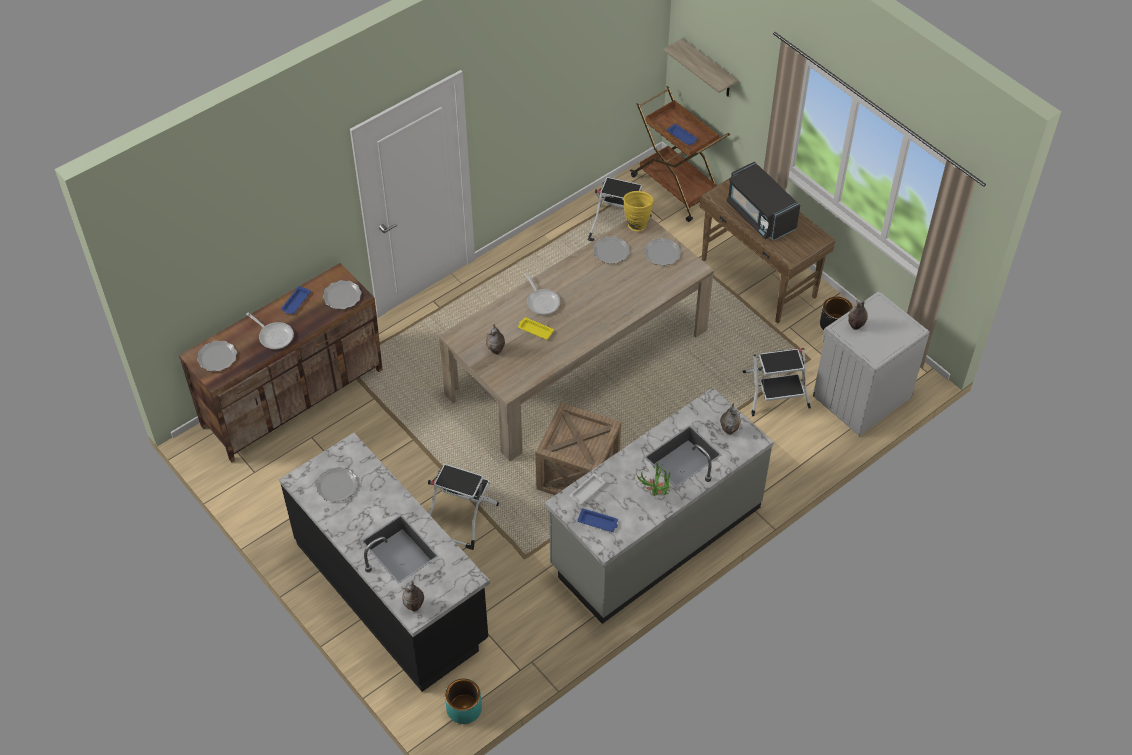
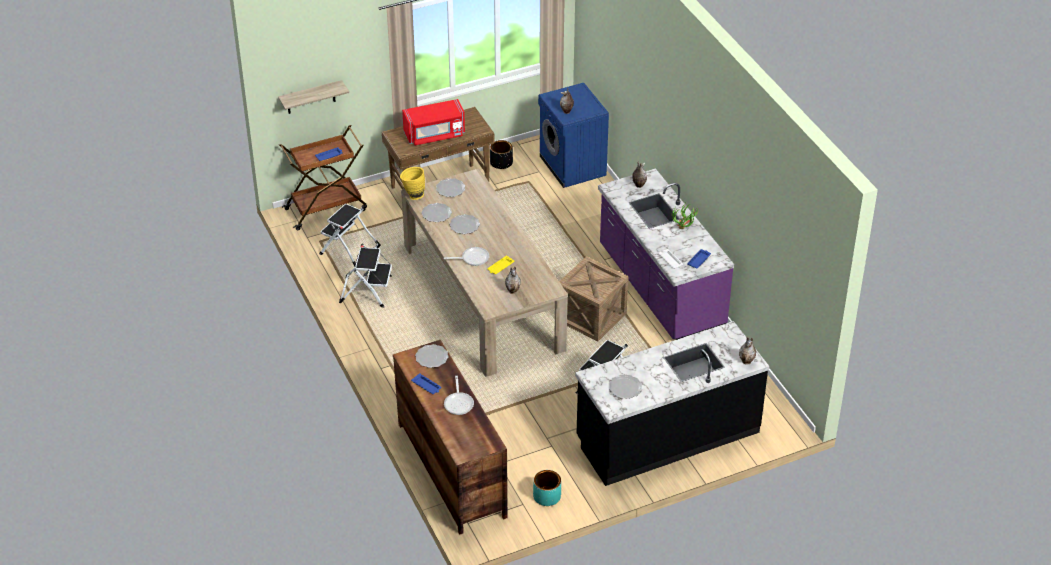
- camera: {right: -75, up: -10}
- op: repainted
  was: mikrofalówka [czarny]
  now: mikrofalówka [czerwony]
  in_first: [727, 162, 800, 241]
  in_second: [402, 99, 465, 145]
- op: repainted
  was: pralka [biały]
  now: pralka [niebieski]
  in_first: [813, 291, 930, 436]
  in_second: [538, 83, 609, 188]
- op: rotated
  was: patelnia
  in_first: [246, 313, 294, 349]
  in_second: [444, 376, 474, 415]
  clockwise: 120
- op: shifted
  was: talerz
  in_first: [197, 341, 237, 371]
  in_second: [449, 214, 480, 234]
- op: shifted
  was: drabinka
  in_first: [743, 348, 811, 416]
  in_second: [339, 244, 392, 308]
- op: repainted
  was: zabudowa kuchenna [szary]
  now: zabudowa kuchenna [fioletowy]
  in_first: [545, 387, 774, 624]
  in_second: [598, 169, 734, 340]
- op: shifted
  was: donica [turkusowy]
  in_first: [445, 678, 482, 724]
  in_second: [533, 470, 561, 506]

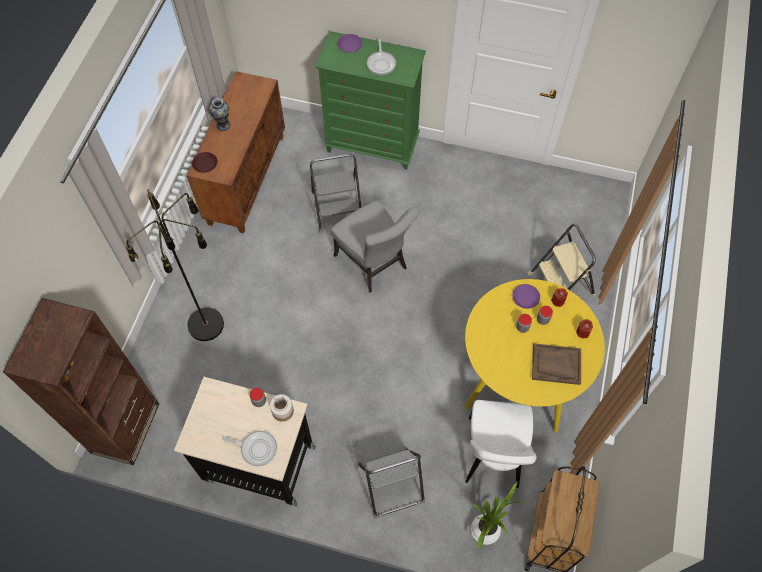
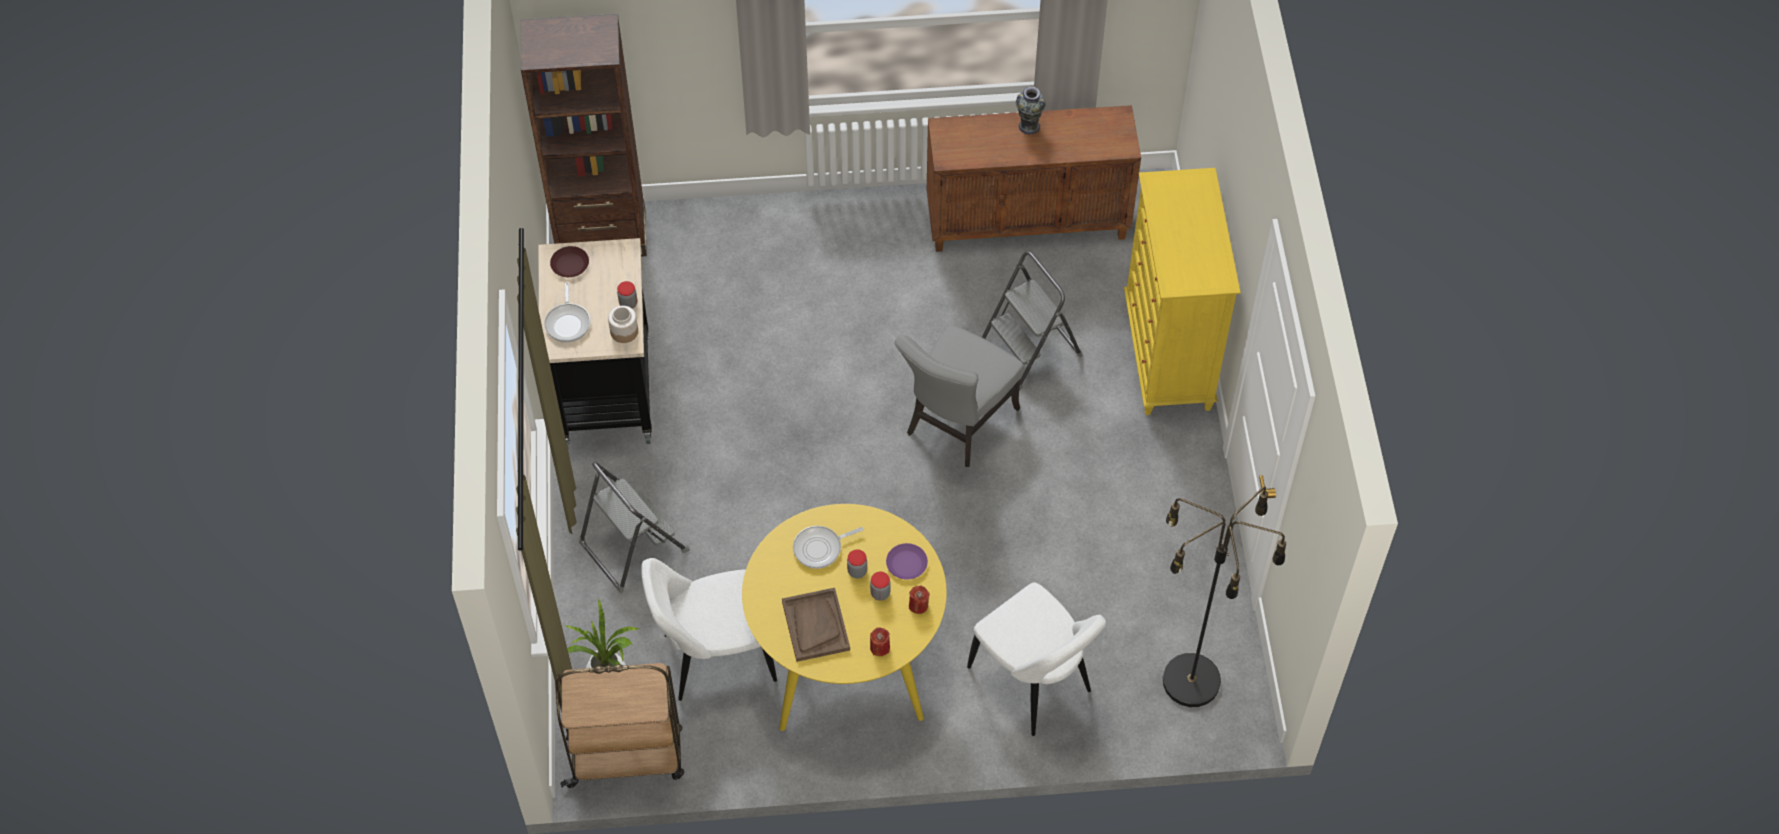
- camera: {right: 70, up: -5}
- op: repainted
  was: komoda [zielony]
  now: komoda [żółty]
  in_first: [315, 31, 426, 170]
  in_second: [1124, 168, 1241, 415]
- op: gone
  was: talerz [fioletowy]
  in_first: [337, 34, 362, 53]
- op: shifted
  was: patelnia
  in_first: [367, 39, 396, 75]
  in_second: [793, 526, 863, 569]
- op: shifted
  was: talerz [brązowy]
  in_first: [192, 152, 217, 173]
  in_second: [550, 246, 589, 277]
- op: shifted
  was: lampa stojąca
  in_first: [126, 189, 224, 341]
  in_second: [1163, 487, 1286, 707]
- op: swapped
  was: drabinka [beżowy]
  now: krzesło [biały]
  in_first: [528, 224, 596, 297]
  in_second: [967, 582, 1106, 736]

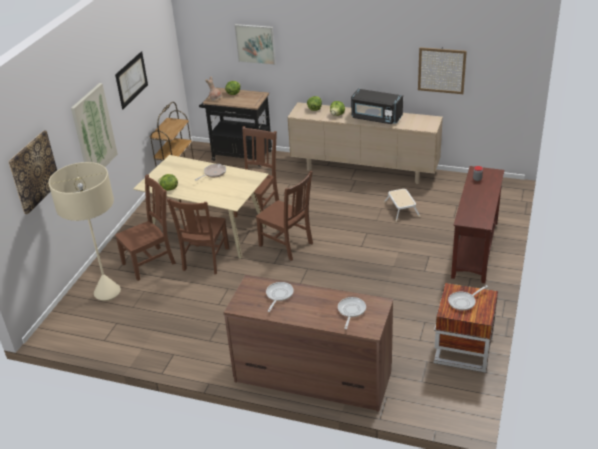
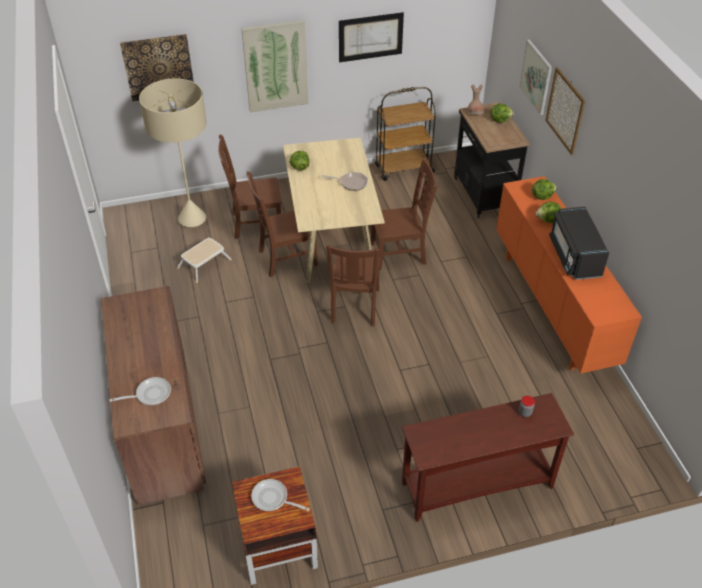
- camera: {right: 55, up: 10}
- op: shifted
  was: obraz
  in_first: [418, 47, 467, 94]
  in_second: [545, 67, 585, 155]
- op: repainted
  was: szafka [beżowy]
  now: szafka [pomarańczowy]
  in_first: [288, 102, 443, 184]
  in_second: [496, 176, 642, 374]
- op: rotated
  was: krzesło [brązowy]
  in_first: [115, 174, 176, 281]
  in_second: [218, 135, 281, 239]
  clockwise: 150
- op: shifted
  was: drabinka [beżowy]
  in_first: [384, 189, 421, 222]
  in_second: [177, 238, 232, 283]
- op: gone
  was: patelnia
  in_first: [266, 282, 294, 312]

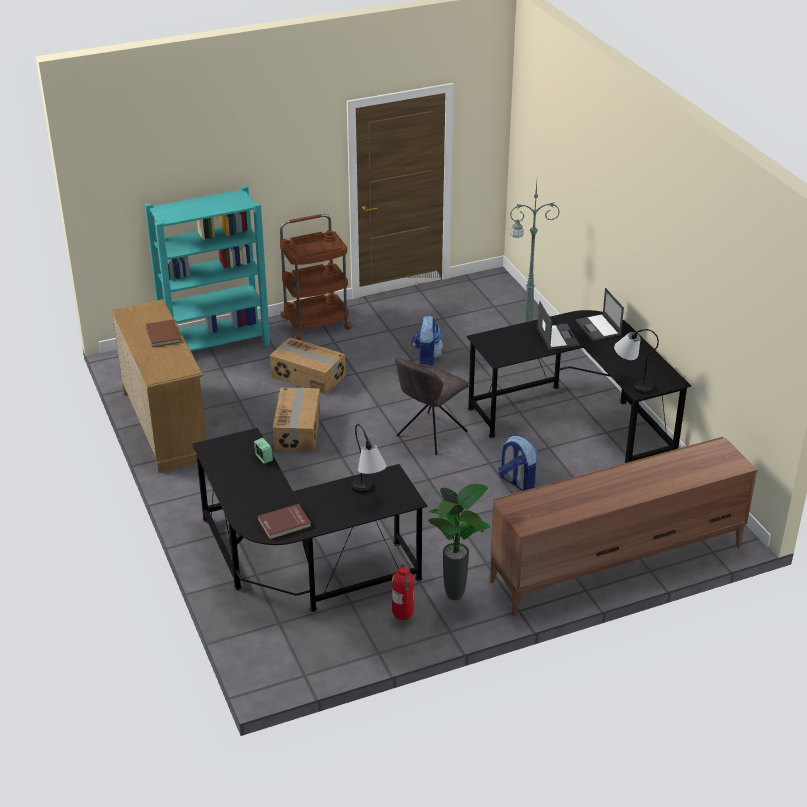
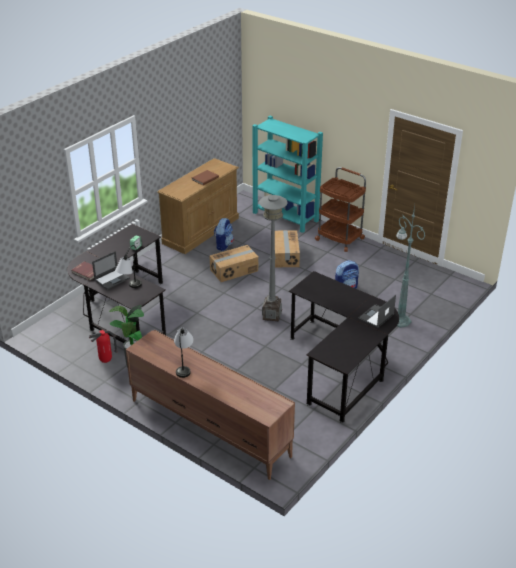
- camera: {right: 60, up: 0}
- op: shifted
  was: laptop
  in_first: [537, 301, 580, 350]
  in_second: [92, 251, 130, 290]
- op: shifted
  was: lampa stołowa
  in_first: [614, 329, 659, 394]
  in_second: [174, 328, 194, 378]
- op: swapped
  was: krzesło [szary]
  now: lampa stojąca [szary]
  in_first: [395, 357, 470, 455]
  in_second: [259, 195, 288, 321]
- op: shifted
  was: plecak
  in_first: [498, 436, 537, 491]
  in_second: [214, 218, 234, 251]

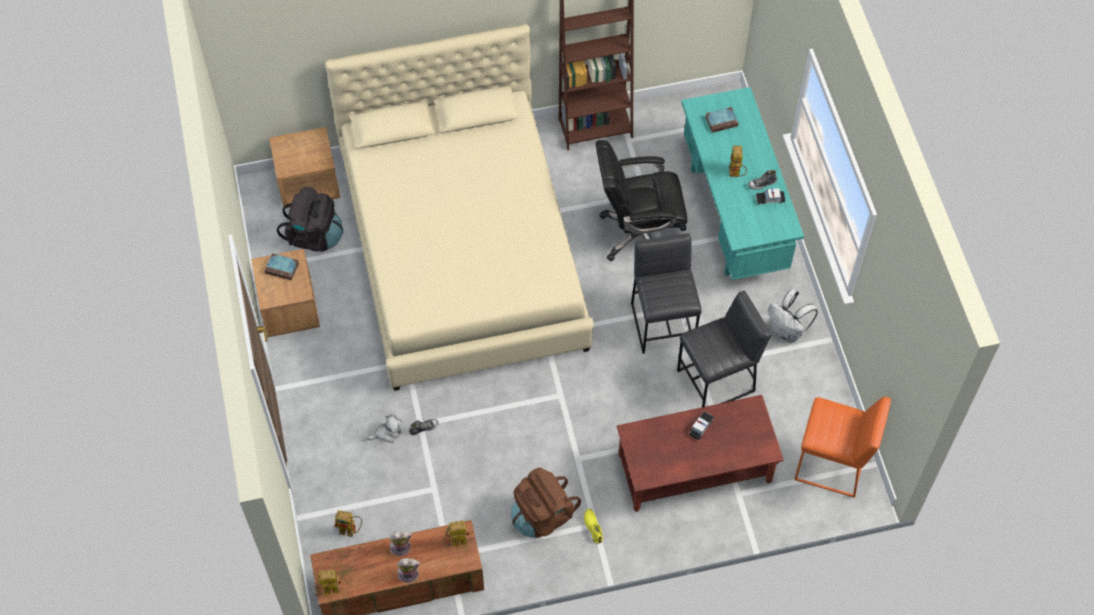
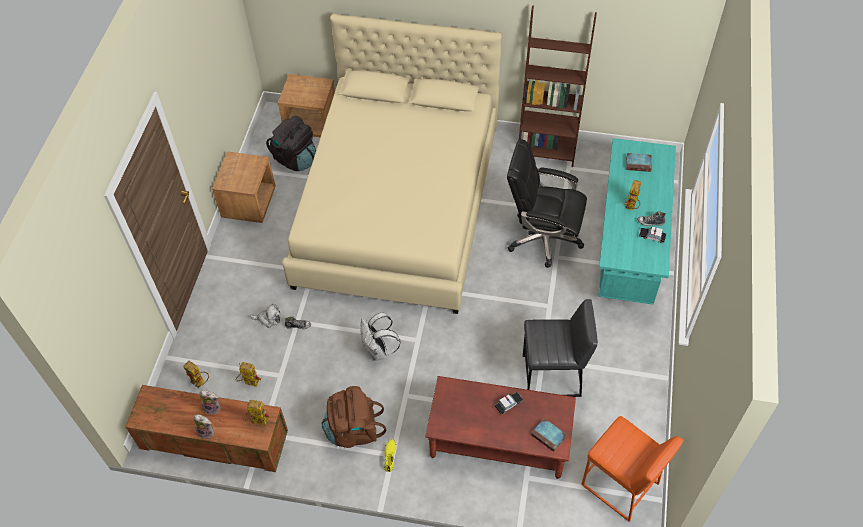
- camera: {right: 25, up: -5}
- op: gone
  was: stołek [szary]
  in_first: [631, 233, 702, 354]
- op: shifted
  was: książka
  in_first: [264, 253, 299, 280]
  in_second: [531, 418, 567, 452]
- op: shifted
  was: plecak [biały]
  in_first: [768, 289, 818, 343]
  in_second: [361, 313, 401, 361]
- op: shifted
  was: robot zabawkowy
  in_first: [314, 570, 343, 596]
  in_second: [235, 362, 261, 387]

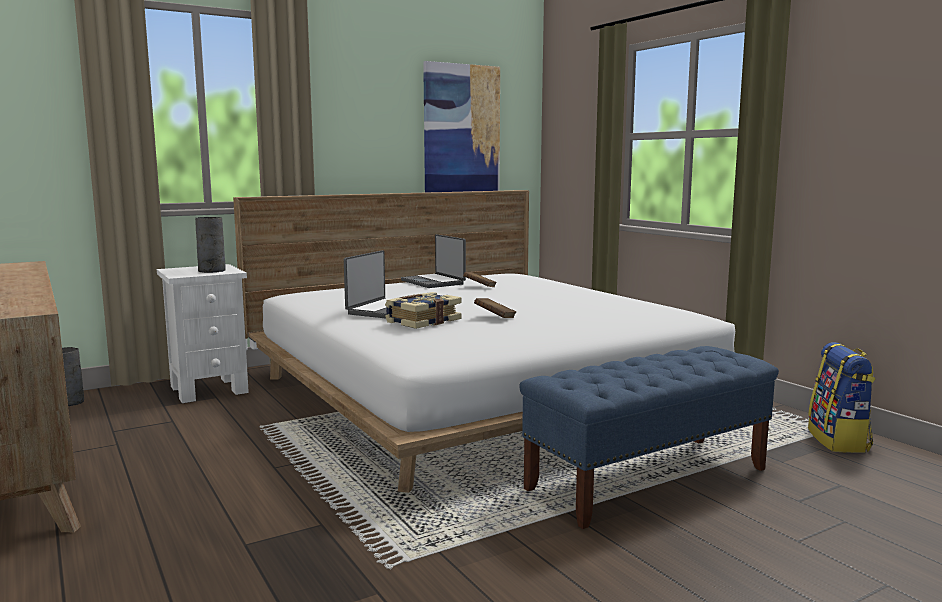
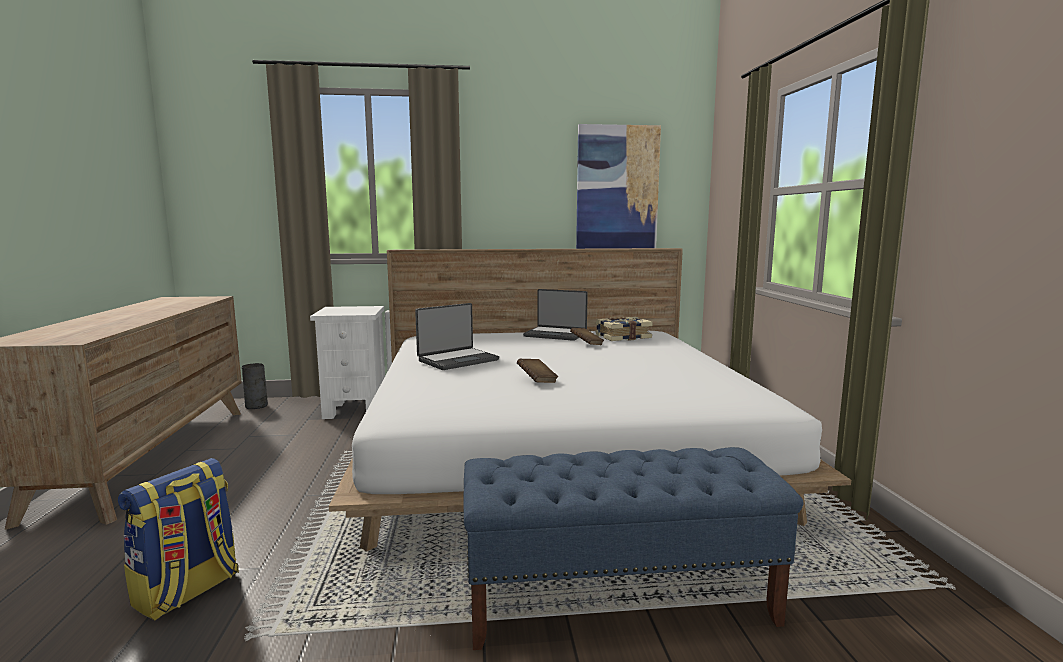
- camera: {right: 25, up: 0}
- op: gone
  was: wazon [szary]
  in_first: [195, 217, 226, 273]
- op: rotated
  was: laptop
  in_first: [401, 234, 466, 288]
  in_second: [523, 289, 588, 341]
  clockwise: -60
- op: shifted
  was: książka
  in_first: [385, 292, 462, 329]
  in_second: [596, 317, 653, 341]
- op: shifted
  was: plecak
  in_first: [808, 342, 876, 453]
  in_second: [118, 458, 239, 621]

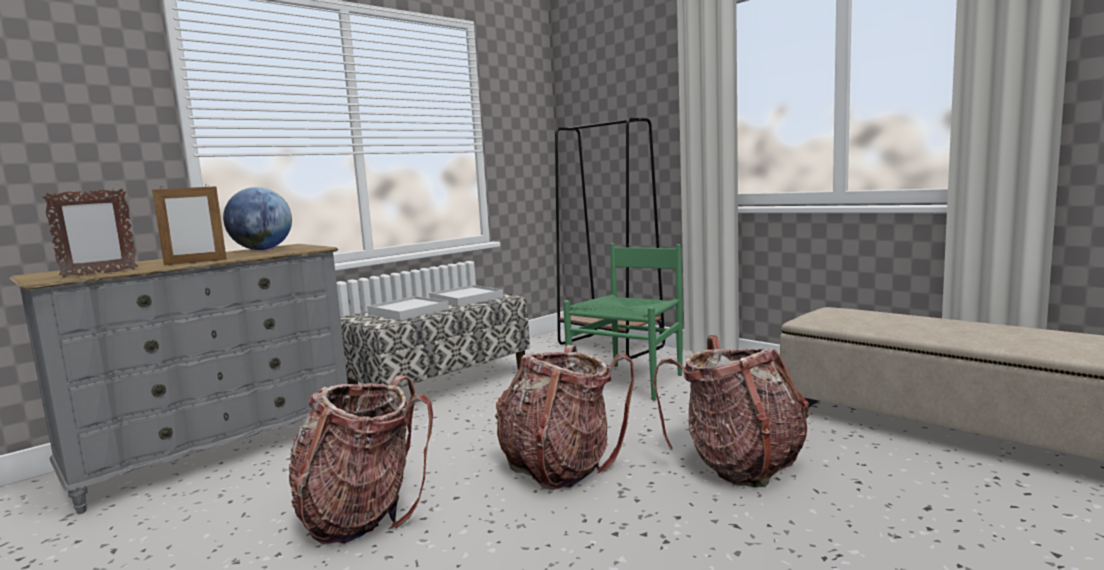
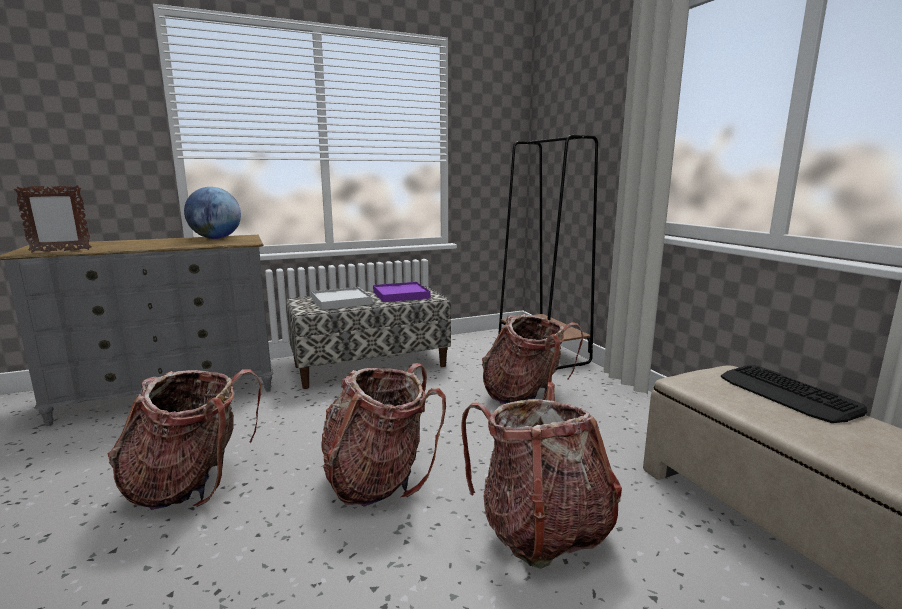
- camera: {right: 20, up: 5}
- op: gone
  was: ramka na zdjęcie
  in_first: [152, 184, 227, 265]
- op: swapped
  was: krzesło [zielony]
  now: plecak
  in_first: [563, 243, 683, 401]
  in_second: [482, 314, 584, 404]
- op: repainted
  was: taca [biały]
  now: taca [fioletowy]
  in_first: [429, 285, 503, 307]
  in_second: [373, 282, 431, 302]
- op: new
  now: klawiatura
  in_second: [721, 365, 867, 423]

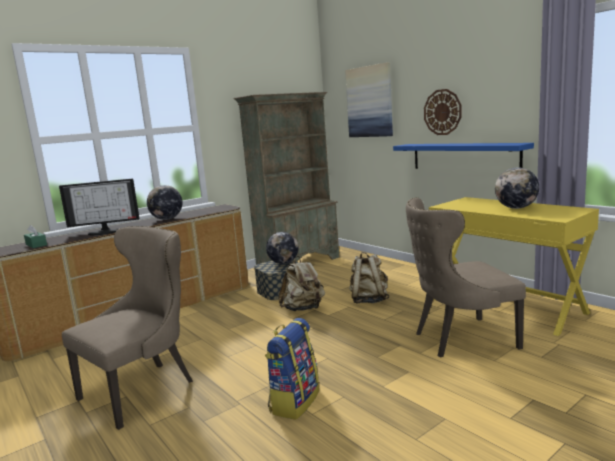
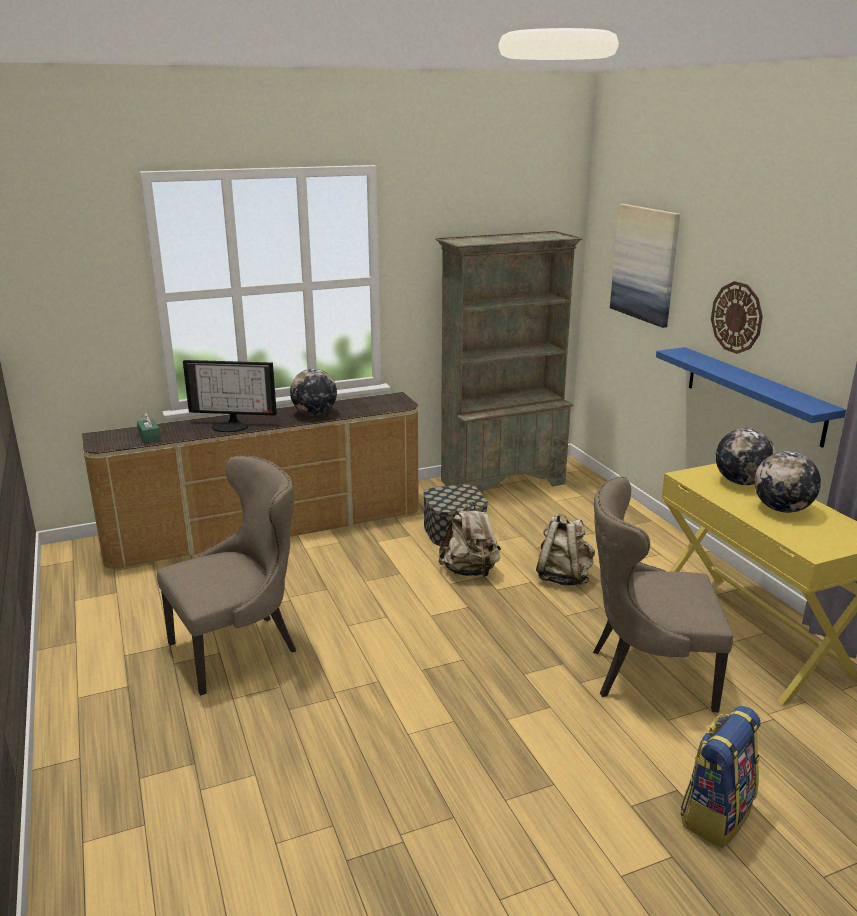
- camera: {right: 15, up: 10}
- op: shifted
  was: globus
  in_first: [266, 232, 299, 264]
  in_second: [716, 428, 776, 485]
- op: shifted
  was: plecak
  in_first: [265, 318, 319, 420]
  in_second: [681, 706, 760, 848]

